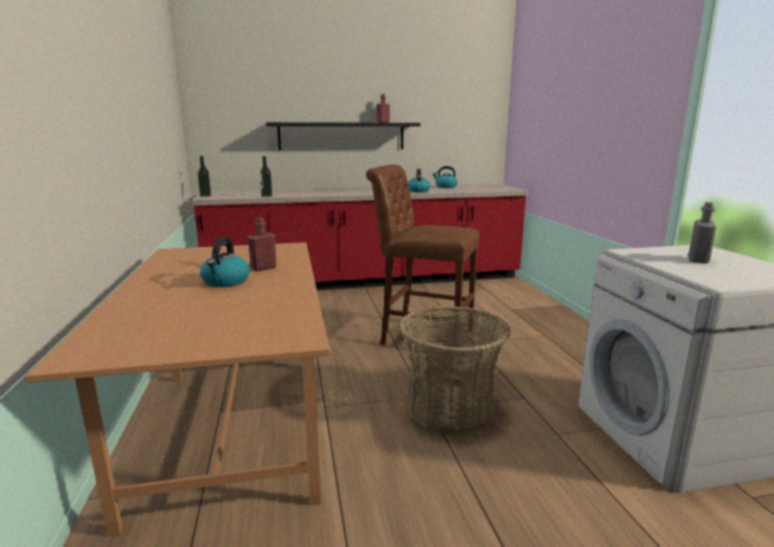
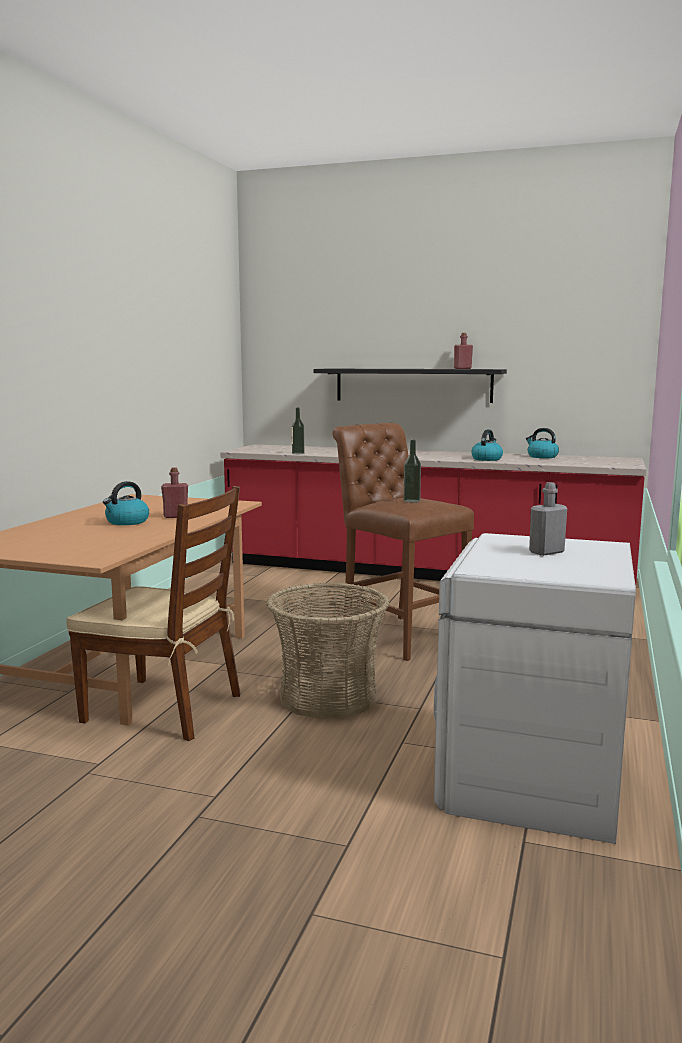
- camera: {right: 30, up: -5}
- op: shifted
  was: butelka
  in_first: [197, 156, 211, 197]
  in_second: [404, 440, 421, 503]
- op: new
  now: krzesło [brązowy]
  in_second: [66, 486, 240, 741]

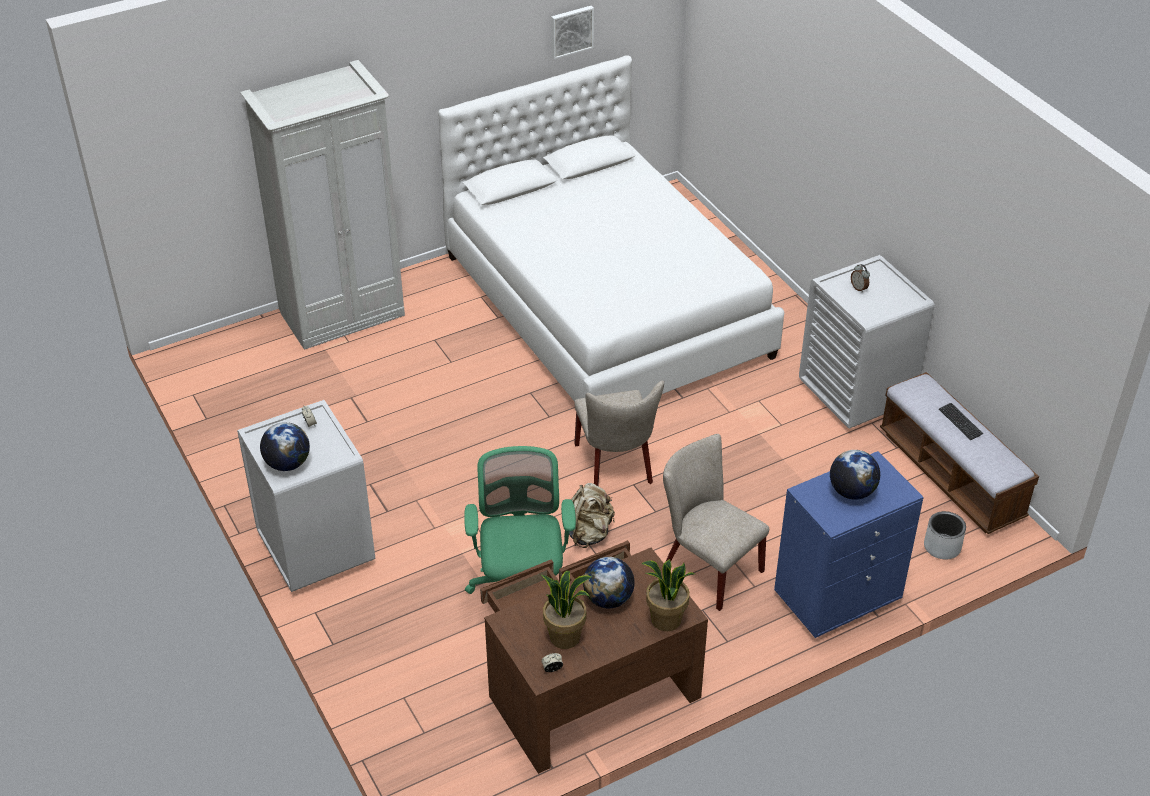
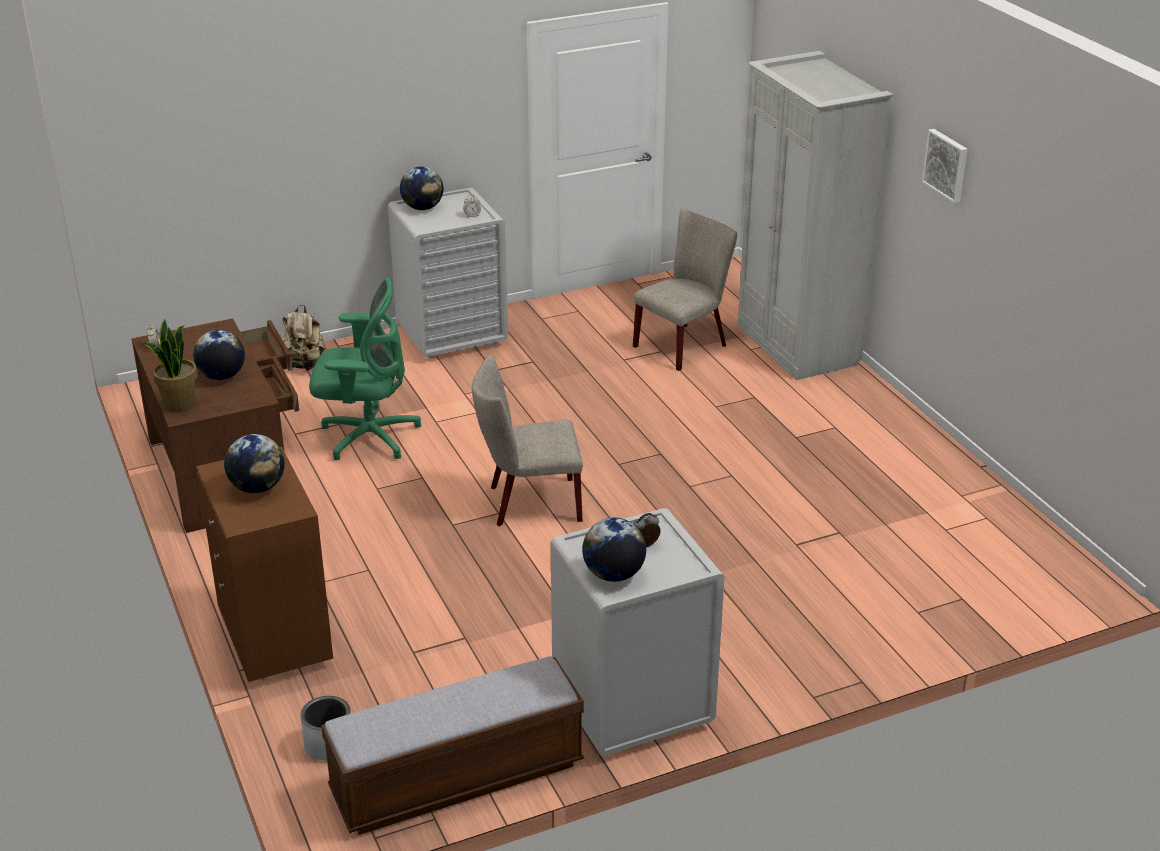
- camera: {right: 95, up: -10}
- op: shifted
  was: obraz
  in_first: [551, 6, 594, 59]
  in_second: [922, 129, 967, 203]
- op: gone
  was: łóżko [biały]
  in_first: [438, 55, 784, 401]
- op: gone
  was: klawiatura
  in_first: [939, 403, 983, 440]
- op: shifted
  was: krzesło [beżowy]
  in_first: [663, 434, 769, 611]
  in_second: [633, 209, 737, 371]
- op: repainted
  was: szafka [niebieski]
  now: szafka [brązowy]
  in_first: [774, 451, 924, 638]
  in_second: [196, 447, 333, 682]
- op: shifted
  was: plecak [beżowy]
  in_first: [569, 483, 615, 548]
  in_second: [281, 305, 327, 371]
- op: gone
  was: roślina doniczkowa
  in_first: [541, 571, 592, 649]
- op: new
  now: globus
  in_second: [582, 518, 646, 582]

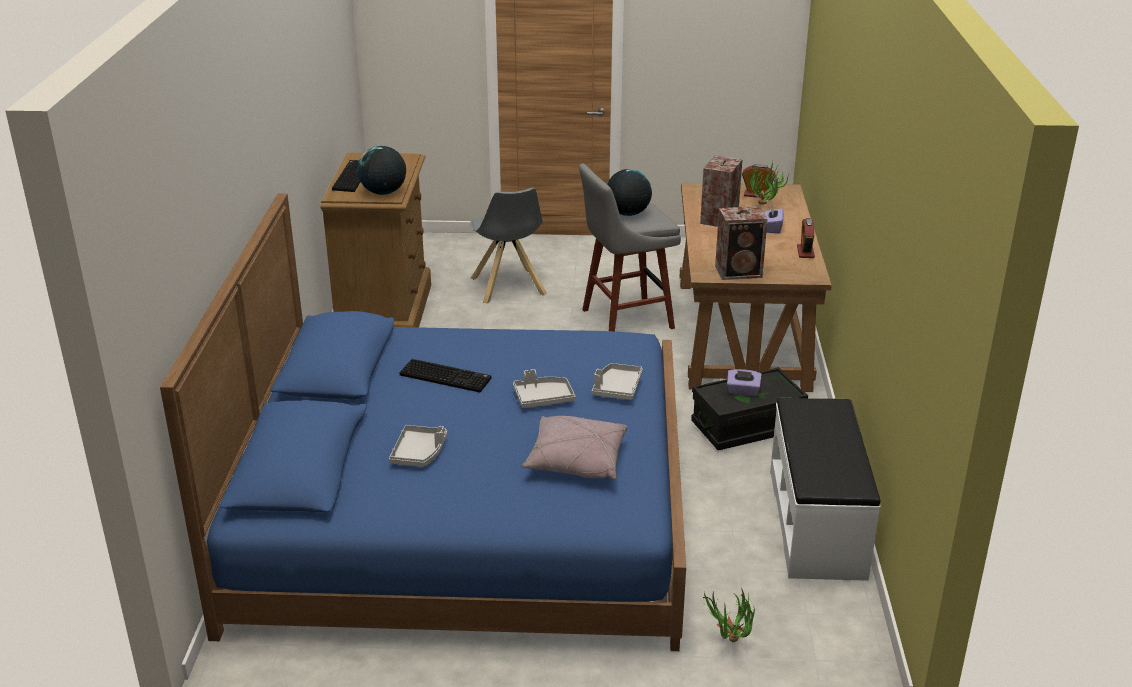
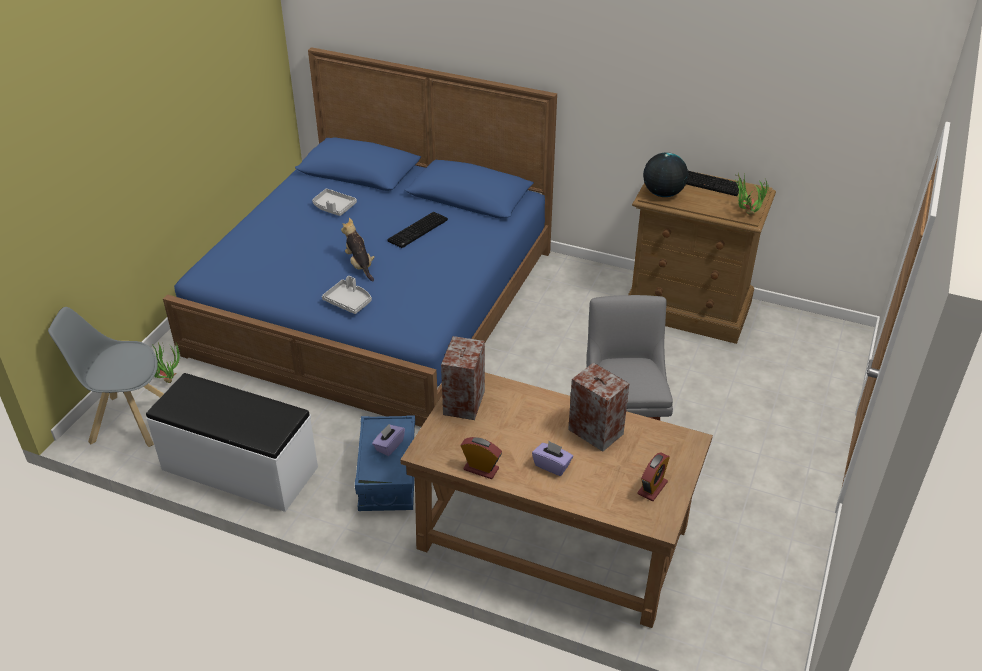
- camera: {right: 110, up: 10}
- op: shifted
  was: roślina doniczkowa
  in_first: [750, 161, 789, 204]
  in_second: [735, 172, 769, 215]
- op: gone
  was: globus
  in_first: [607, 169, 652, 216]
- op: shifted
  was: krzesło [szary]
  in_first: [470, 188, 547, 303]
  in_second: [48, 307, 164, 447]
- op: repainted
  was: pojemnik do przechowywania [czarny]
  now: pojemnik do przechowywania [niebieski]
  in_first: [691, 367, 808, 450]
  in_second: [355, 415, 415, 511]
- op: swapped
  was: taca [szary]
  now: pluszak
  in_first: [513, 369, 575, 408]
  in_second: [341, 218, 375, 281]
- op: gone
  was: poduszka [fioletowy]
  in_first: [522, 416, 628, 480]

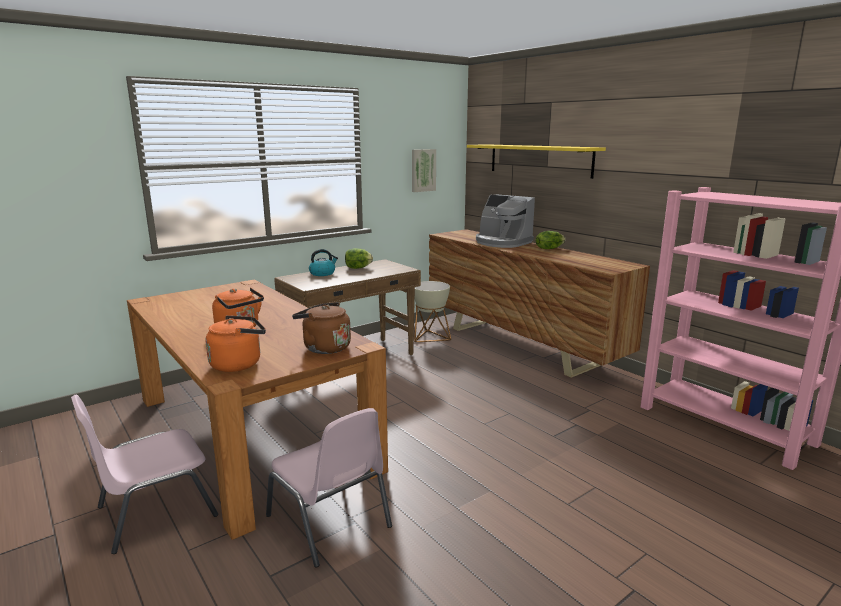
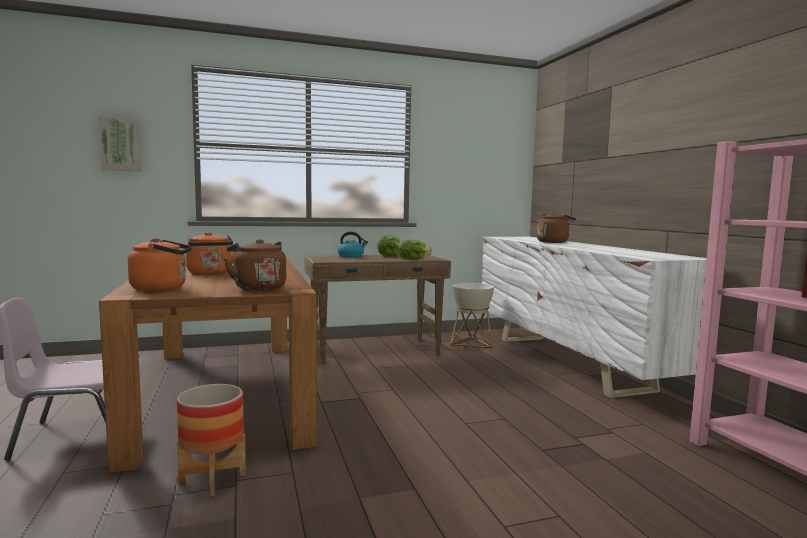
- camera: {right: 20, up: -10}
- op: gone
  was: półka [żółty]
  in_first: [467, 144, 606, 179]
- op: shifted
  was: obraz
  in_first: [412, 149, 436, 192]
  in_second: [98, 116, 141, 172]
- op: swapped
  was: ekspres do kawy
  now: czajnik [brązowy]
  in_first: [476, 194, 535, 248]
  in_second: [536, 212, 576, 243]
- op: repainted
  was: szafka [brązowy]
  now: szafka [biały]
  in_first: [429, 229, 650, 378]
  in_second: [482, 237, 707, 398]
- op: shifted
  was: sałata
  in_first: [536, 231, 566, 249]
  in_second: [398, 240, 432, 259]
- op: swapped
  was: krzesło [różowy]
  now: donica
  in_first: [266, 408, 392, 568]
  in_second: [177, 384, 246, 496]

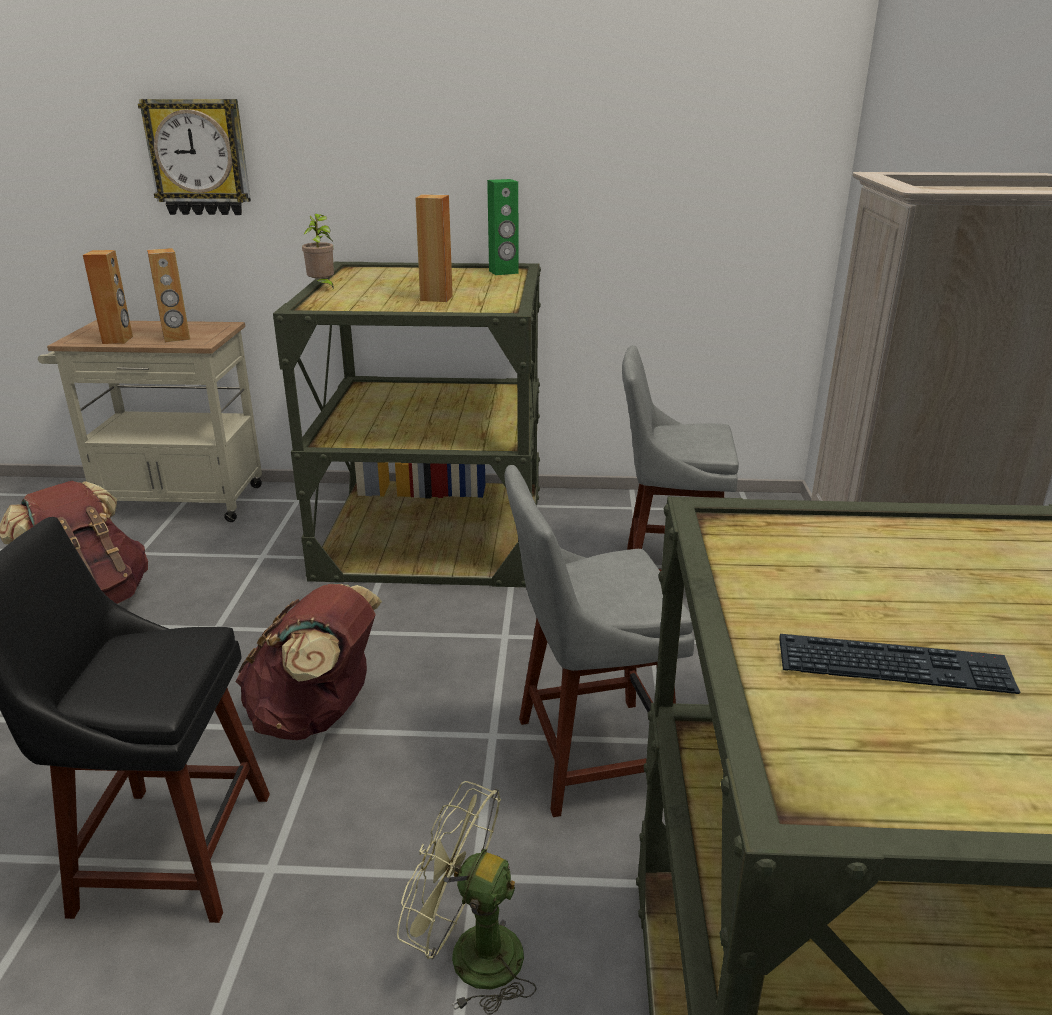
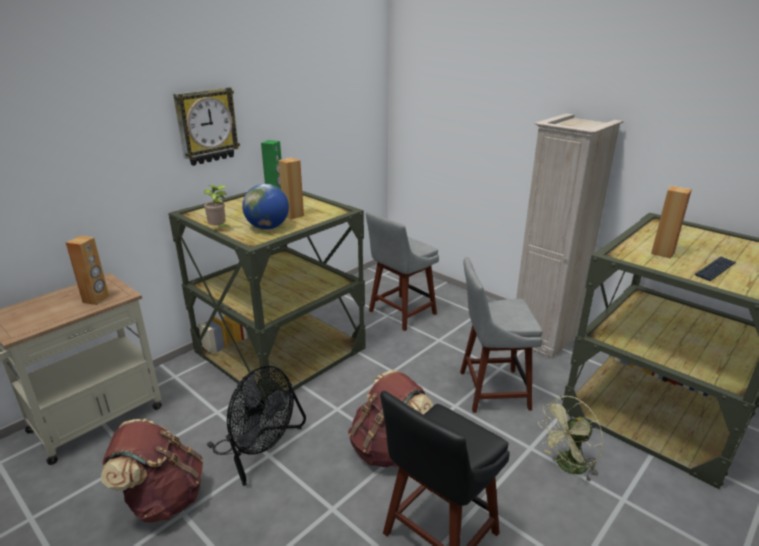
- camera: {right: -50, up: 0}
- op: shifted
  was: zegar ścienny
  in_first: [138, 99, 251, 215]
  in_second: [173, 87, 240, 166]
- op: shifted
  was: głośnik [brązowy]
  in_first: [83, 250, 133, 344]
  in_second: [651, 186, 692, 259]
- op: rotated
  was: krzesło [szary]
  in_first: [505, 465, 694, 817]
  in_second: [460, 257, 542, 413]
  clockwise: 60
- op: new
  now: globus
  in_second: [242, 184, 289, 229]
- op: new
  now: wentylator [czarny]
  in_second: [207, 366, 306, 486]

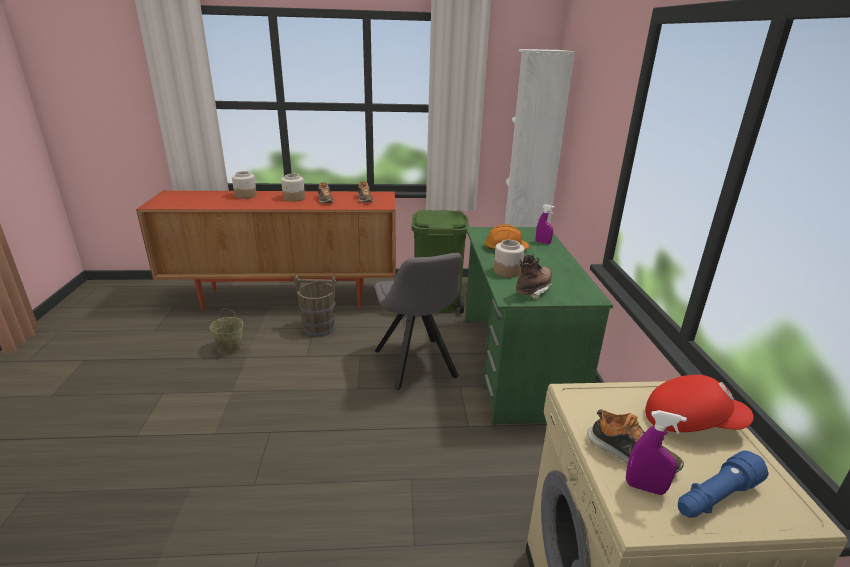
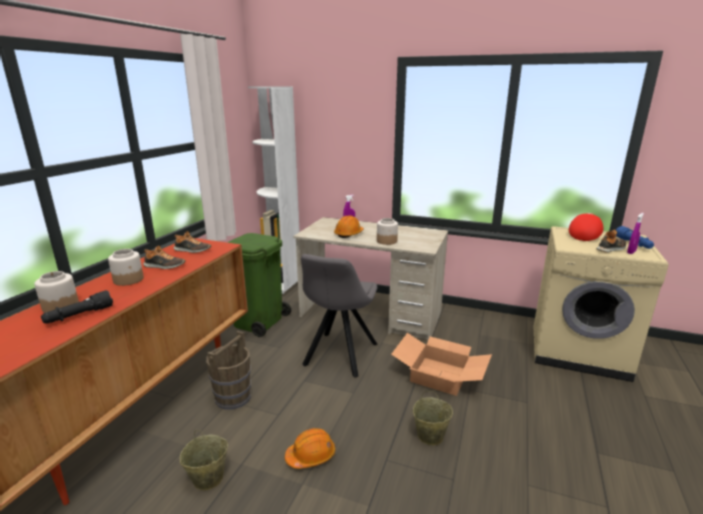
- camera: {right: -65, up: -5}
- op: repainted
  was: biurko [zielony]
  now: biurko [beżowy]
  in_first: [465, 227, 613, 425]
  in_second: [293, 217, 448, 340]
- op: rotated
  was: krzesło [szary]
  in_first: [375, 253, 462, 390]
  in_second: [301, 254, 377, 377]
  clockwise: 105
- op: gone
  was: but z cholewką [brązowy]
  in_first: [516, 255, 552, 300]
- op: new
  now: latarka [czarny]
  in_second: [41, 290, 113, 324]
- op: new
  now: karton
  in_second: [391, 333, 492, 396]
- op: new
  now: wiadro [beżowy]
  in_second: [413, 391, 453, 445]
- op: new
  now: kask [pomarańczowy]
  in_second: [285, 428, 335, 469]

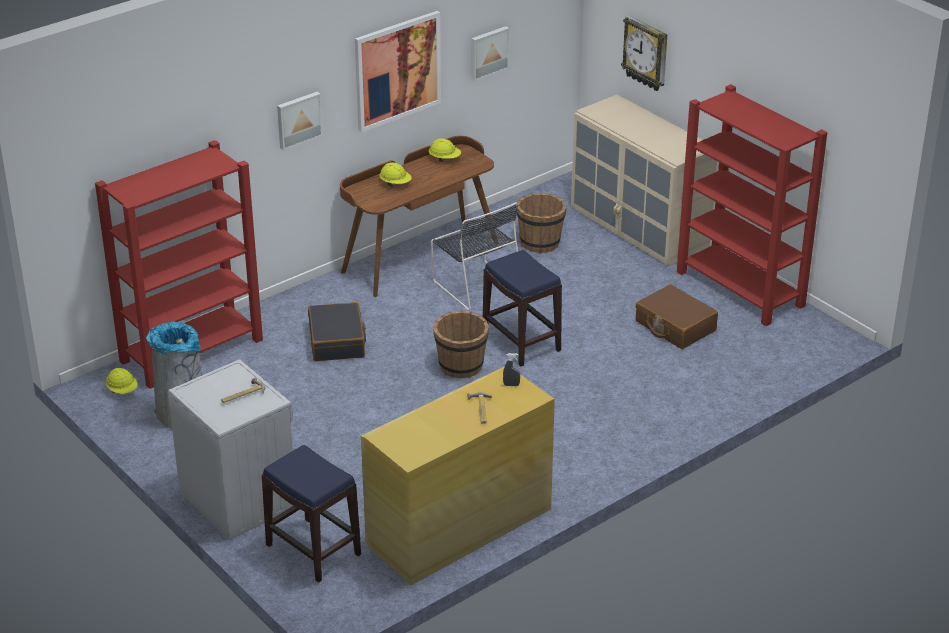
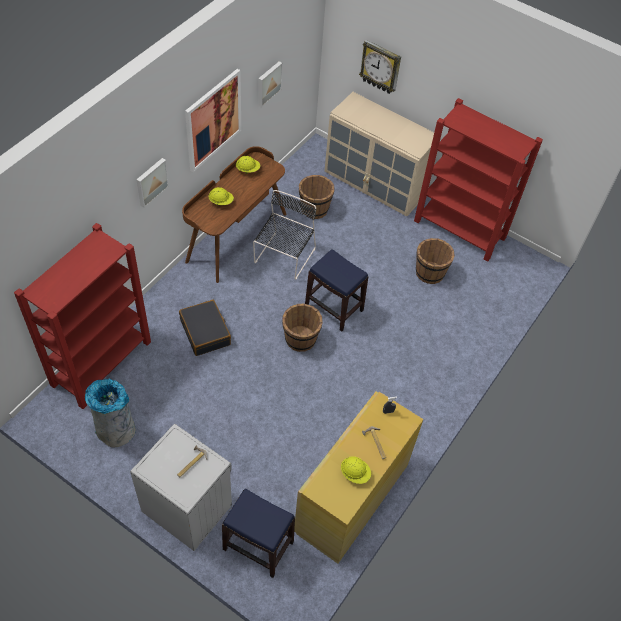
- camera: {right: -20, up: 20}
- op: rotated
  was: krzesło [czarny]
  in_first: [431, 202, 518, 310]
  in_second: [253, 190, 316, 280]
  clockwise: -105
- op: swapped
  was: walizka [brązowy]
  now: wiadro [brązowy]
  in_first: [636, 284, 718, 349]
  in_second: [416, 238, 455, 284]
- op: shifted
  was: kask [żółty]
  in_first: [106, 368, 137, 394]
  in_second: [341, 456, 371, 484]

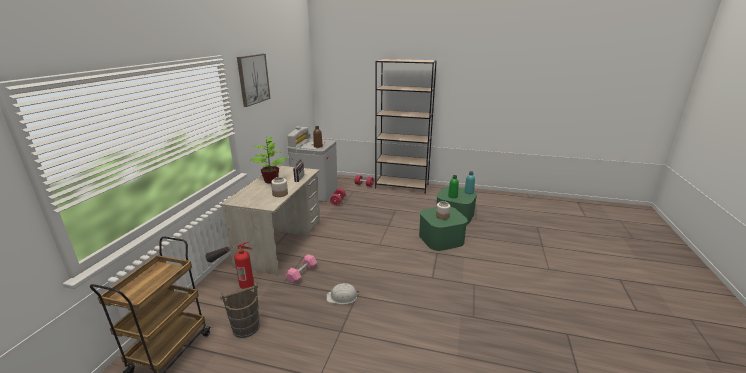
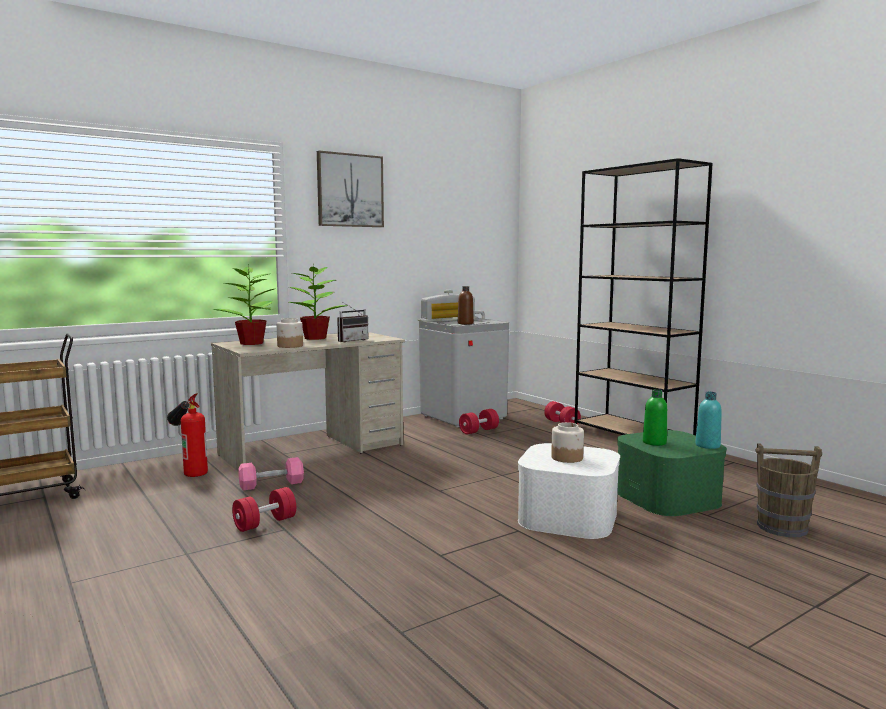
- camera: {right: 40, up: -15}
- op: repainted
  was: pojemnik do przechowywania [zielony]
  now: pojemnik do przechowywania [biały]
  in_first: [419, 207, 468, 251]
  in_second: [518, 443, 620, 539]
- op: shifted
  was: wiadro [brązowy]
  in_first: [220, 282, 260, 338]
  in_second: [756, 443, 822, 537]
- op: swapped
  was: kask [biały]
  now: hantel [czerwony]
  in_first: [326, 283, 359, 304]
  in_second: [232, 487, 296, 532]
- op: new
  now: roślina doniczkowa
  in_second: [212, 264, 274, 345]

